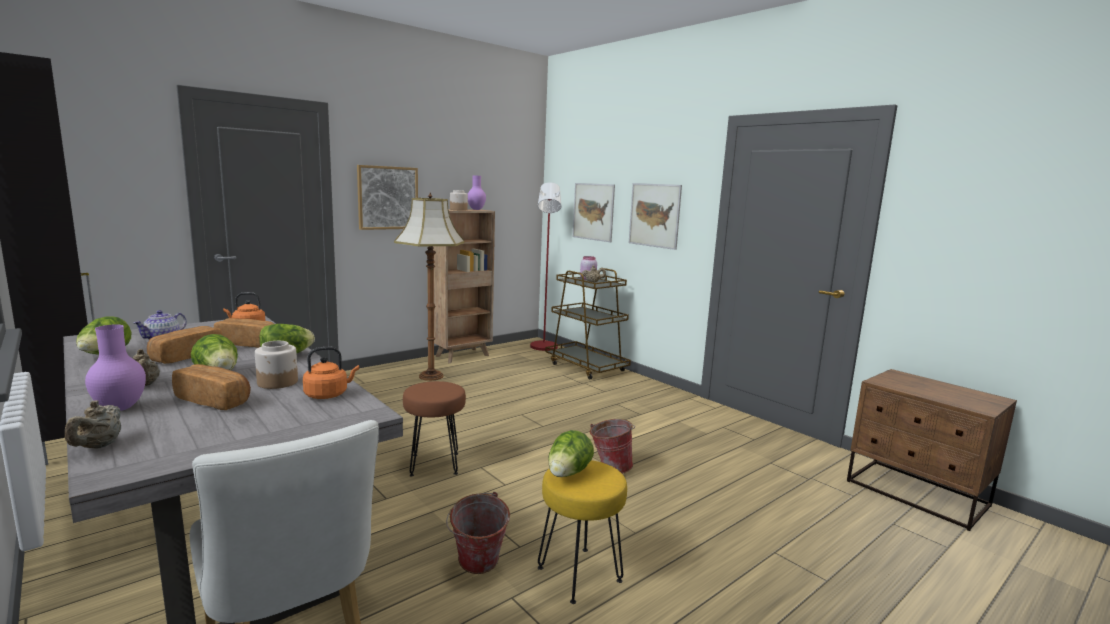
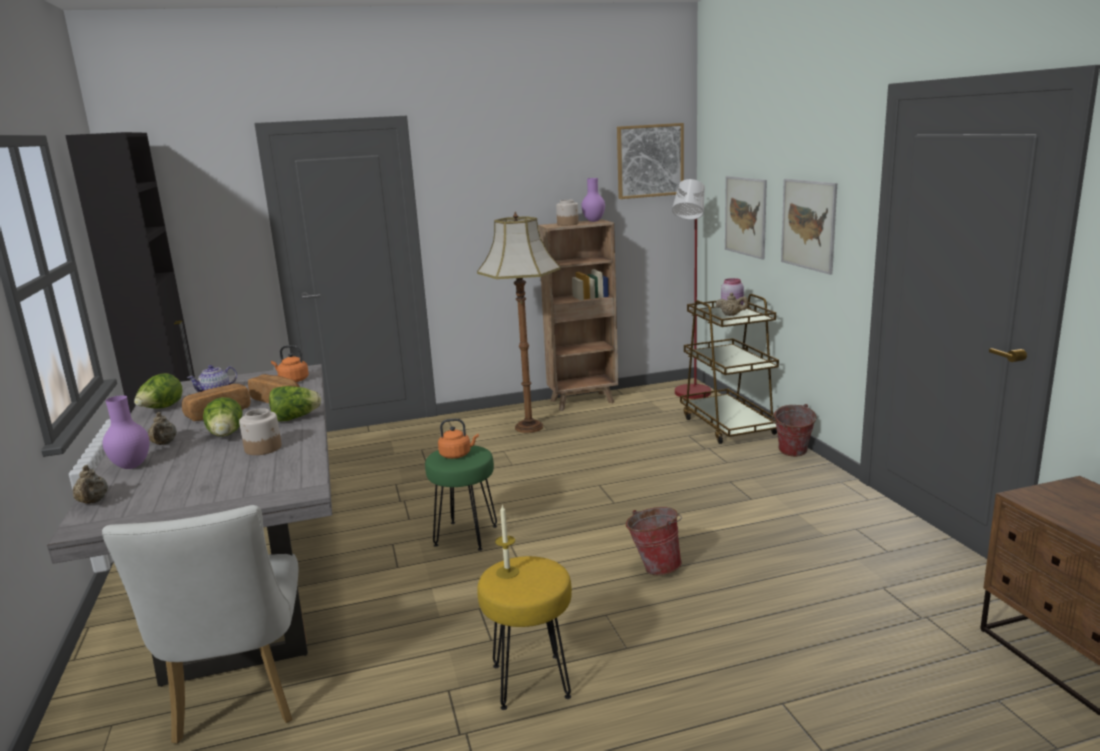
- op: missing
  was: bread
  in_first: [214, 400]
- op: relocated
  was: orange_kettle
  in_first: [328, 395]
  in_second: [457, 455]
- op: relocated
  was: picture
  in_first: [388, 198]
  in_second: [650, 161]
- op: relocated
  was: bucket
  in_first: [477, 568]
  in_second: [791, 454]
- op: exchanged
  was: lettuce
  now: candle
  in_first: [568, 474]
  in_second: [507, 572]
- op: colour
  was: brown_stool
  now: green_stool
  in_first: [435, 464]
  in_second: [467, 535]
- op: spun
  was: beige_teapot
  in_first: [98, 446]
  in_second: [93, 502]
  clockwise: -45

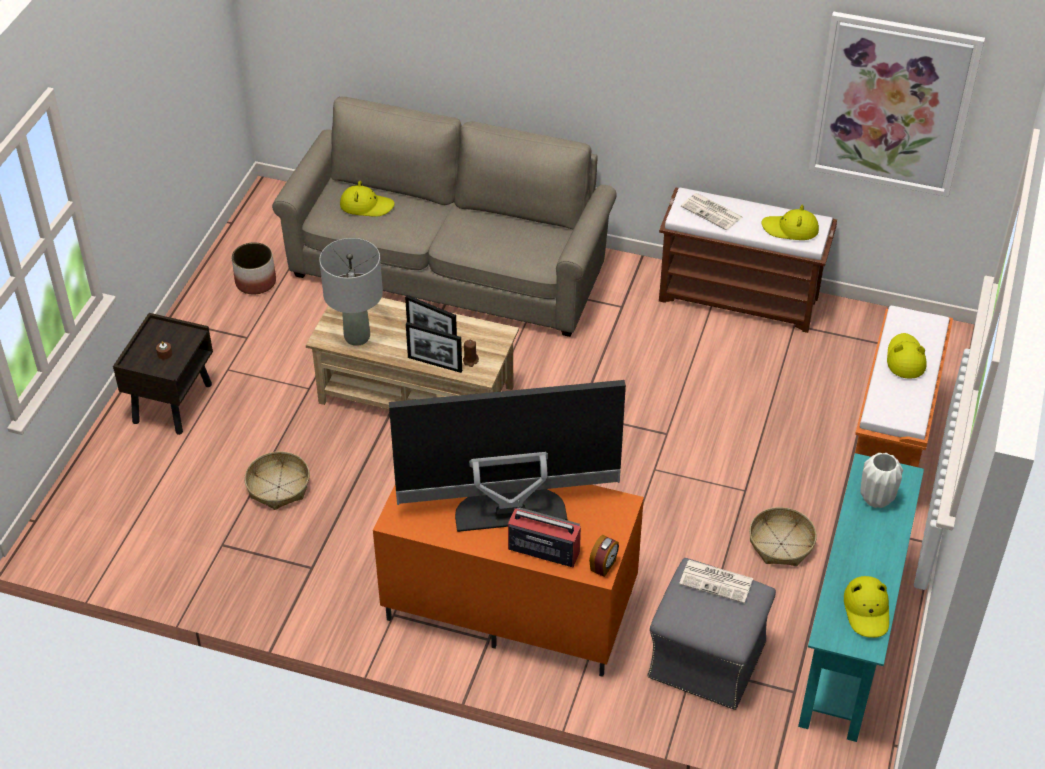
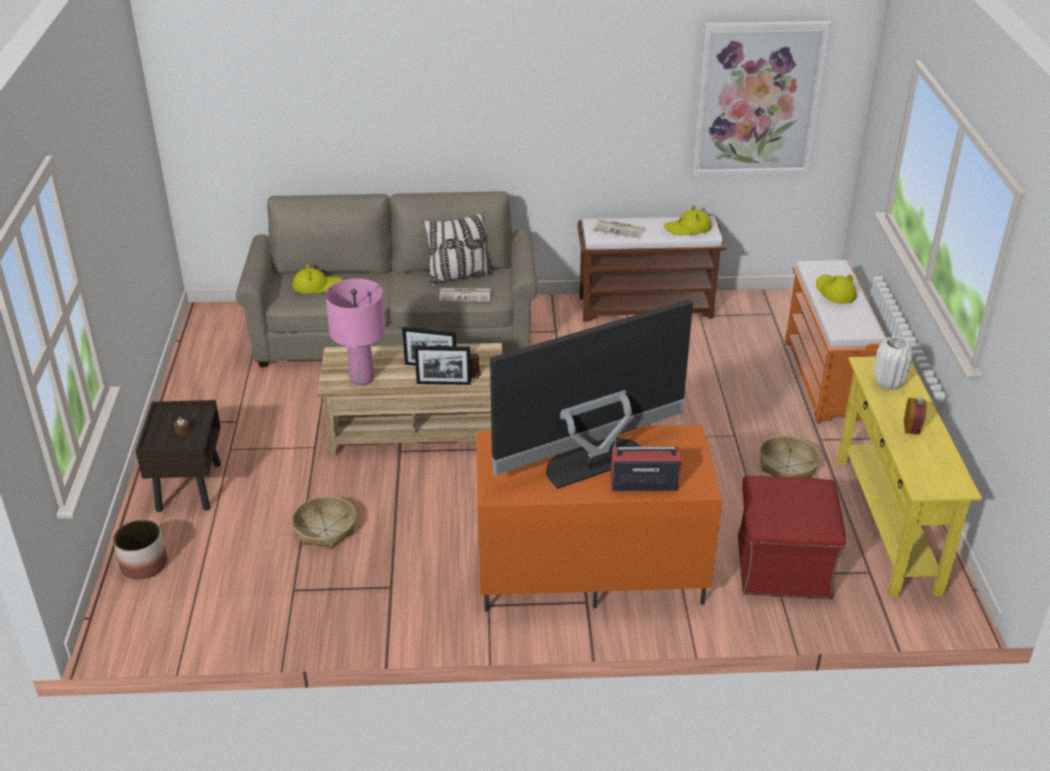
- op: missing
  was: yellow_hat
  in_first: [867, 610]
- op: appeared
  now: pillow
  in_second: [458, 276]
- op: relocated
  was: planter
  in_first: [255, 282]
  in_second: [144, 564]
- op: relocated
  was: alarm_clock
  in_first: [603, 565]
  in_second: [912, 427]
- op: relocated
  was: newspaper
  in_first: [717, 581]
  in_second: [465, 295]
- op: colour
  was: grey_table_lamp
  now: pink_table_lamp
  in_first: [357, 336]
  in_second: [362, 378]
- op: colour
  was: grey_ottoman
  now: red_ottoman
  in_first: [705, 659]
  in_second: [782, 567]
- op: colour
  was: turquoise_console_table
  now: yellow_console_table
  in_first: [849, 642]
  in_second: [887, 523]

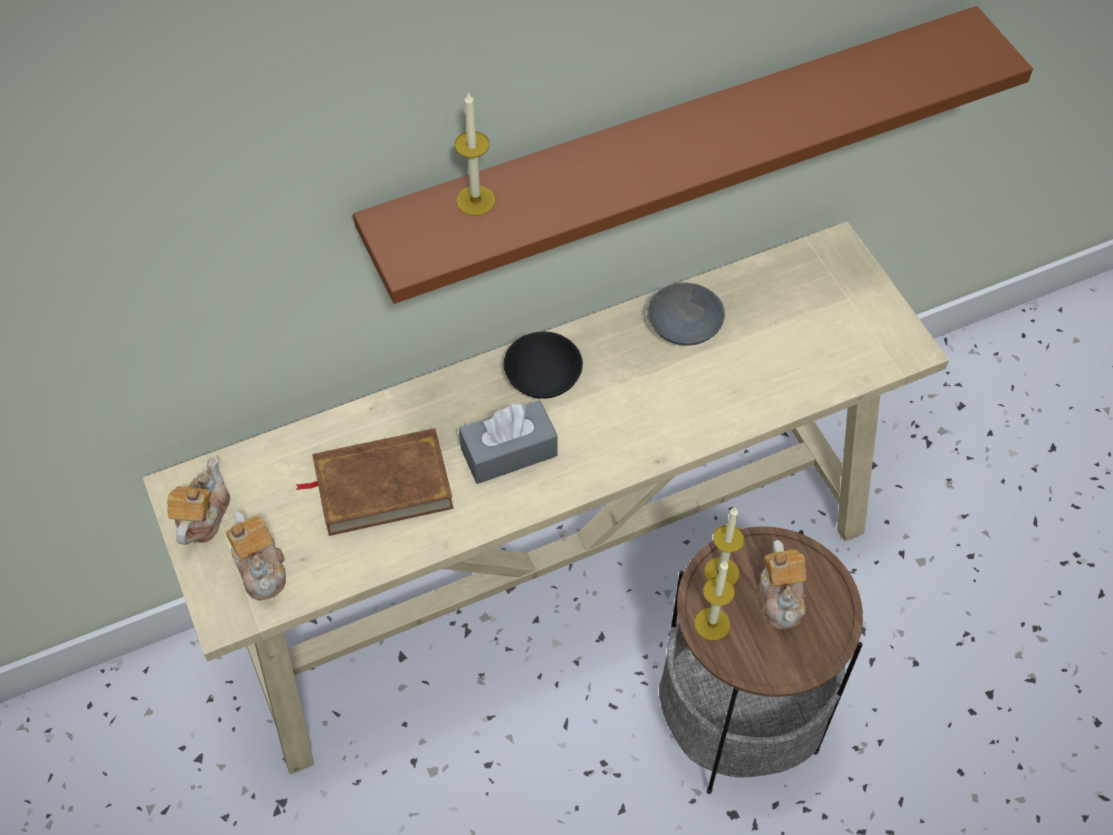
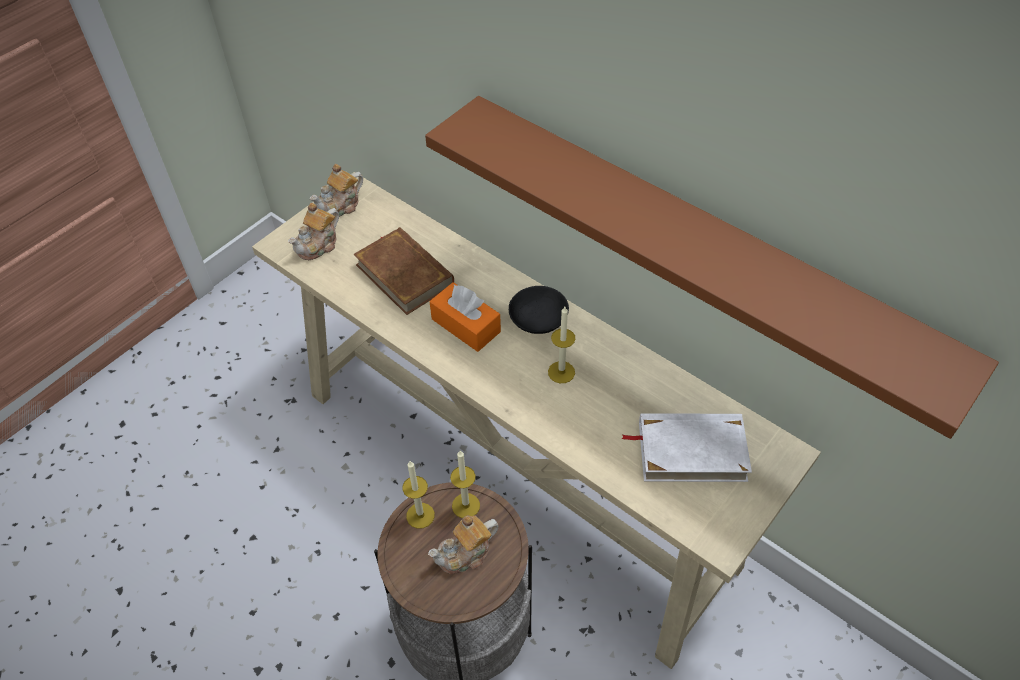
- op: missing
  was: grey_bowl
  in_first: [685, 324]
- op: appeared
  now: white_book
  in_second: [691, 450]
- op: relocated
  was: candle
  in_first: [475, 200]
  in_second: [561, 372]
- op: colour
  was: grey_tissue_box
  now: orange_tissue_box
  in_first: [509, 452]
  in_second: [466, 325]
- op: spun
  was: teapot
  in_first: [202, 516]
  in_second: [341, 206]
  clockwise: 150

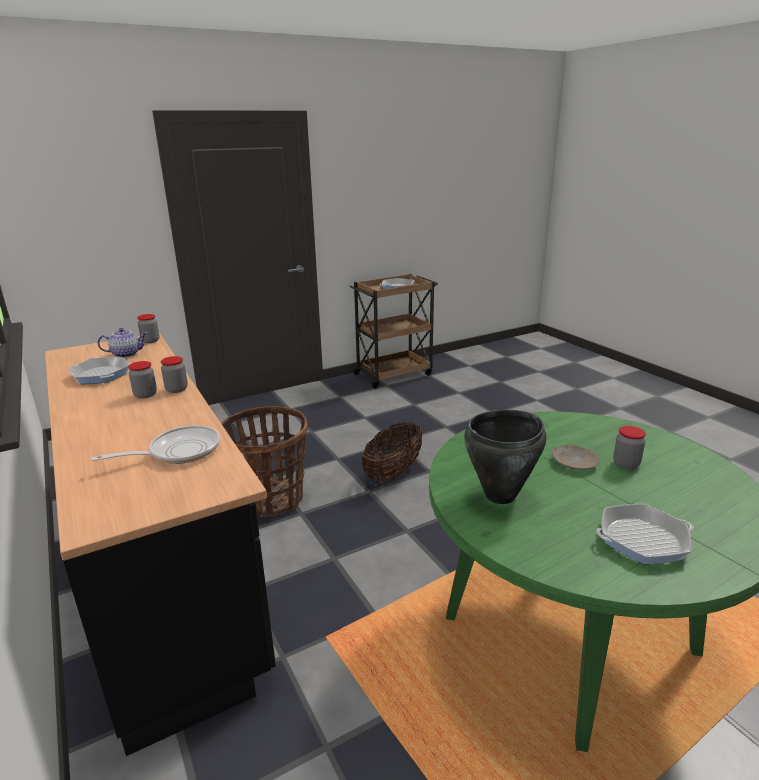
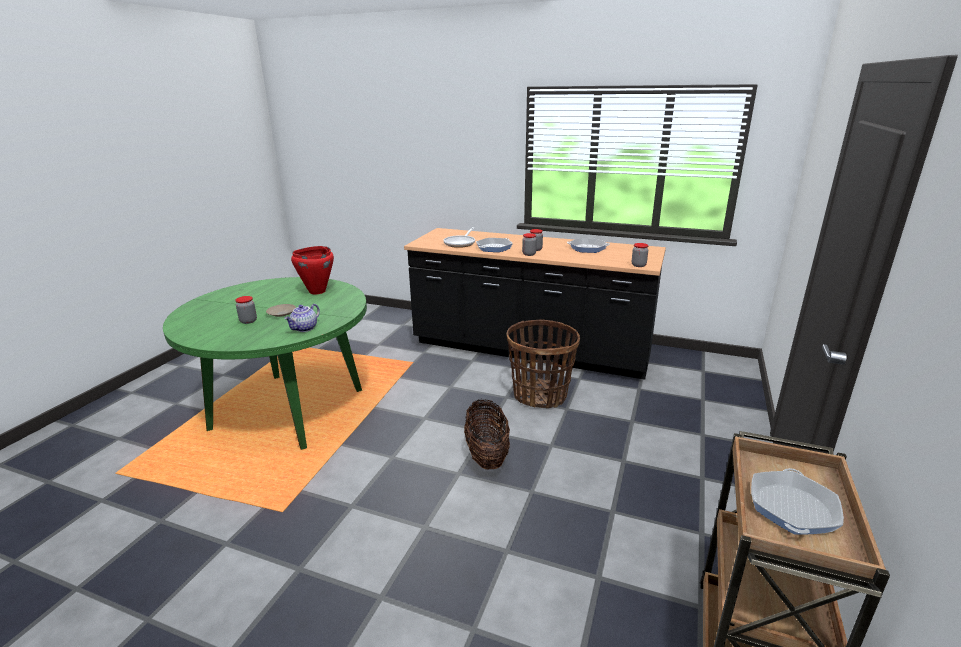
- op: relocated
  was: teapot
  in_first: [126, 354]
  in_second: [305, 328]
- op: relocated
  was: frying_pan
  in_first: [642, 540]
  in_second: [494, 248]
- op: colour
  was: black_cooking_pot
  now: red_cooking_pot
  in_first: [501, 495]
  in_second: [317, 291]

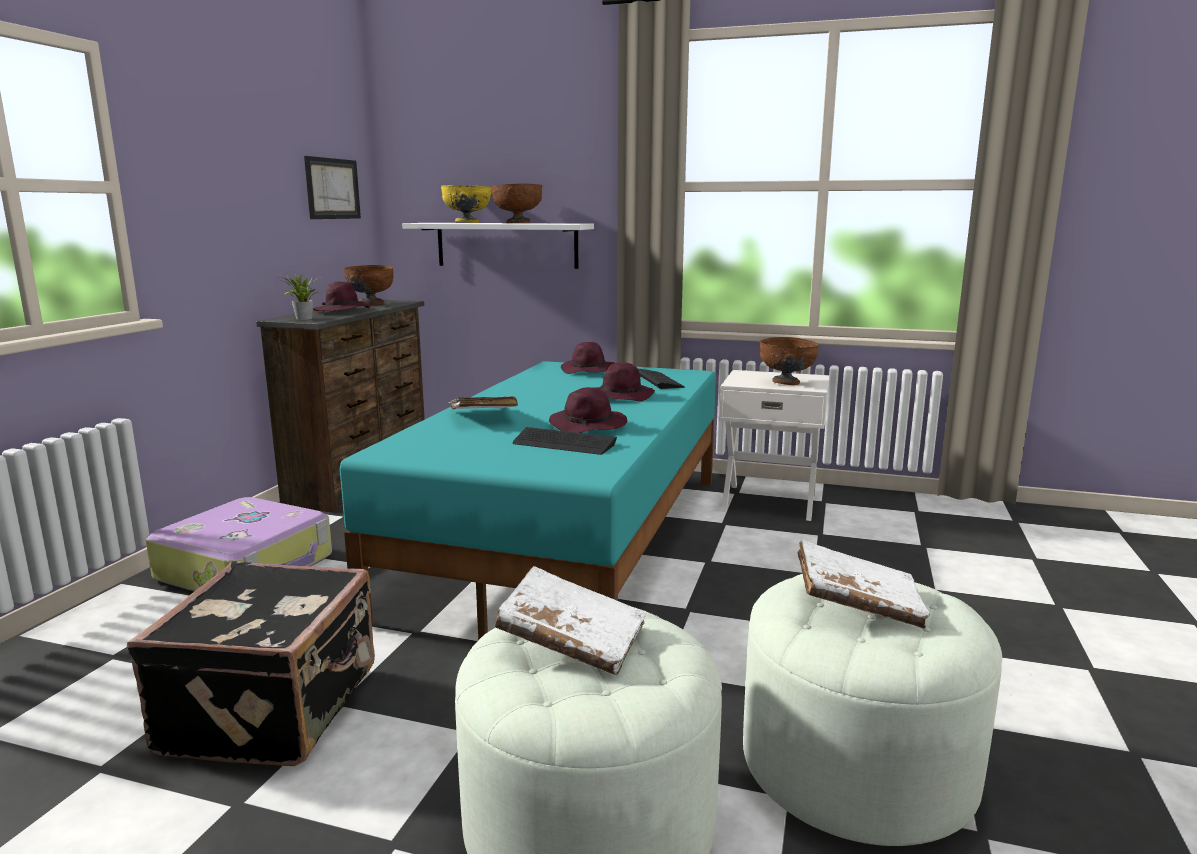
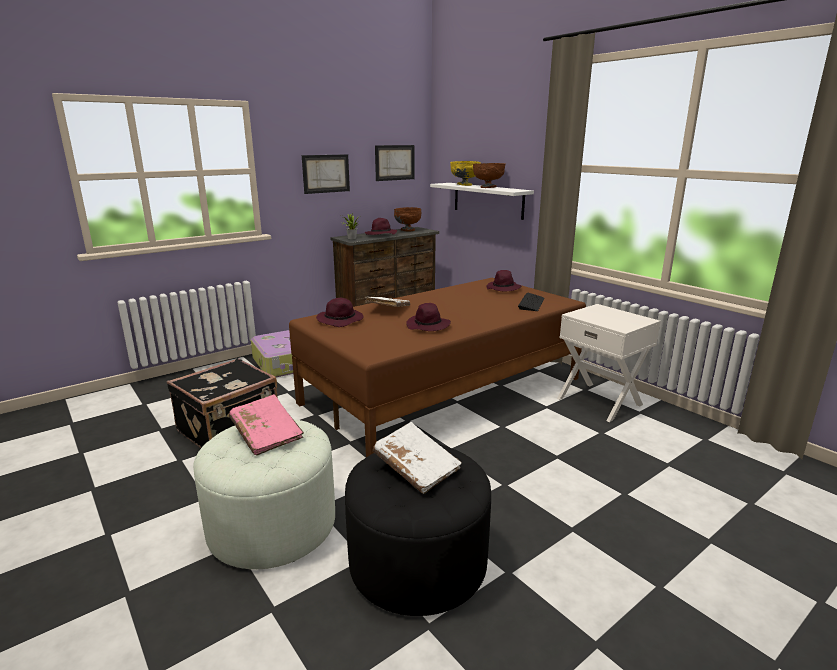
- op: missing
  was: keyboard
  in_first: [564, 443]
- op: missing
  was: brown_bowl
  in_first: [786, 383]
- op: appeared
  now: picture
  in_second: [326, 173]
- op: relocated
  was: purple_hat
  in_first: [622, 395]
  in_second: [341, 320]
- op: colour
  was: turquoise_bed
  now: brown_bed
  in_first: [572, 539]
  in_second: [445, 390]
- op: colour
  was: white_book
  now: pink_book
  in_first: [572, 640]
  in_second: [267, 434]
- op: colour
  was: white_ottoman
  now: black_ottoman
  in_first: [857, 765]
  in_second: [418, 562]

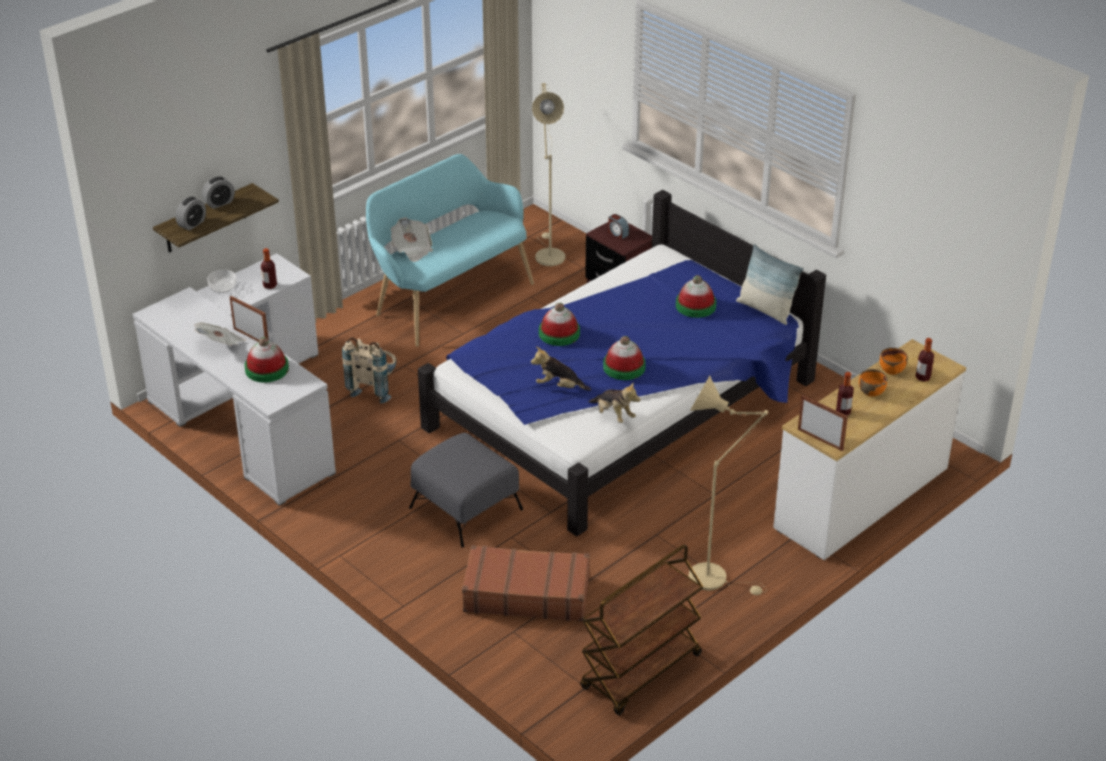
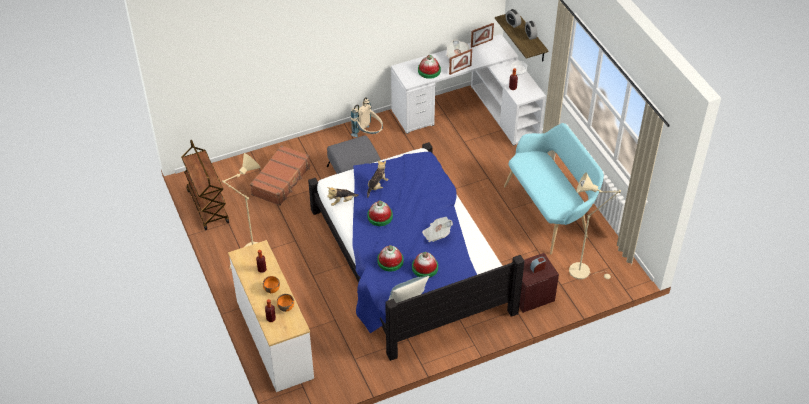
- op: relocated
  was: beige_backpack
  in_first: [374, 388]
  in_second: [368, 134]
- op: relocated
  was: newspaper
  in_first: [412, 249]
  in_second: [436, 234]
- op: relocated
  was: hat
  in_first: [559, 333]
  in_second: [390, 261]
- op: relocated
  was: picture_frame
  in_first: [820, 439]
  in_second: [481, 43]

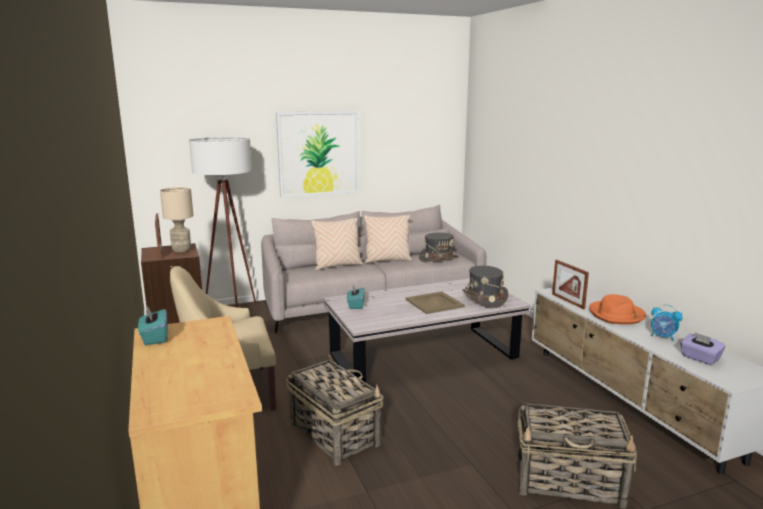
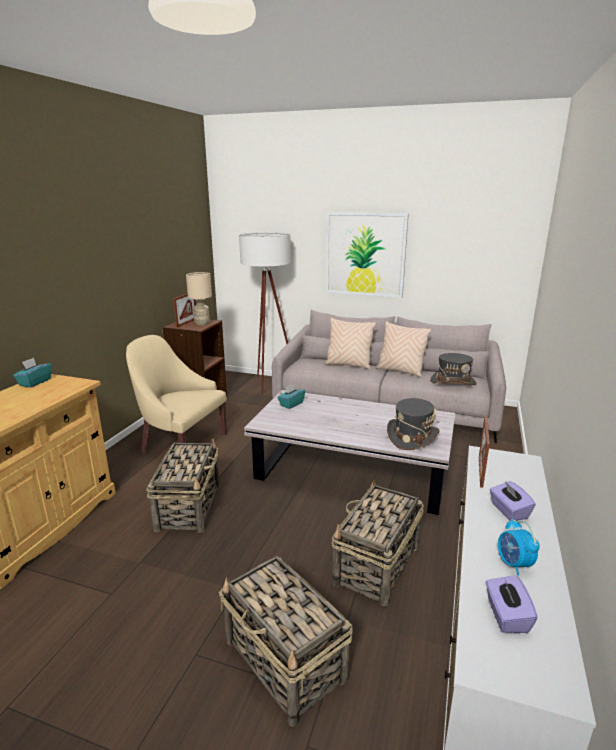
- op: missing
  was: beige_tray
  in_first: [434, 303]
- op: appeared
  now: basket
  in_second: [376, 566]
- op: exchanged
  was: orange_hat
  now: purple_tissue_box
  in_first: [617, 315]
  in_second: [508, 511]

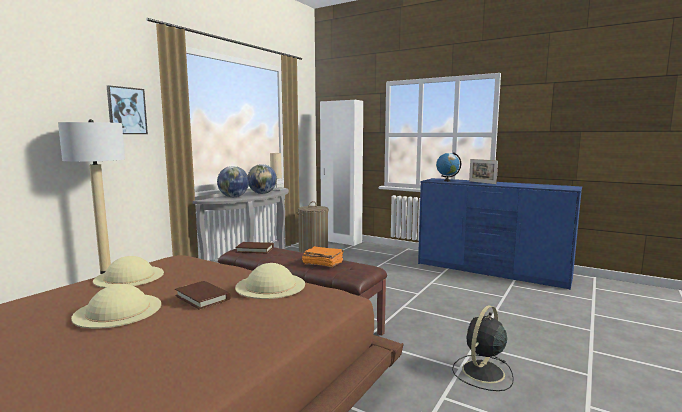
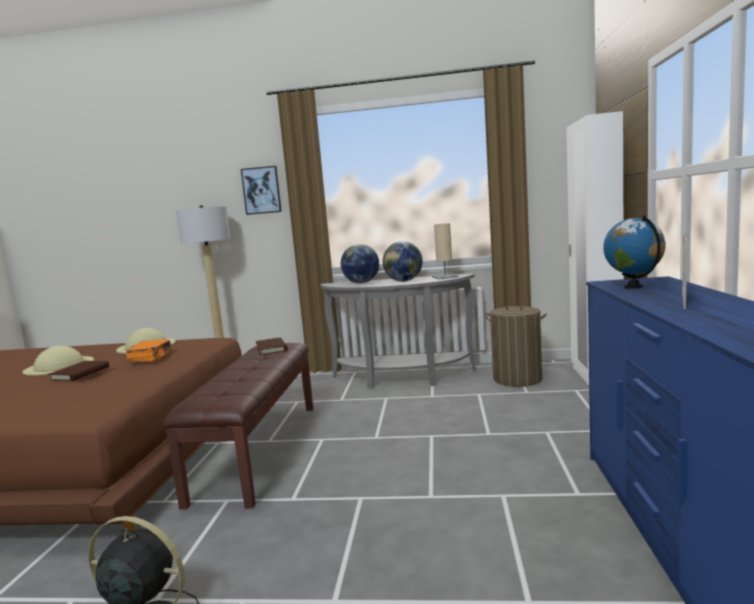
- op: missing
  was: beige_hat
  in_first: [270, 285]
- op: relocated
  was: orange_book
  in_first: [322, 263]
  in_second: [151, 358]

